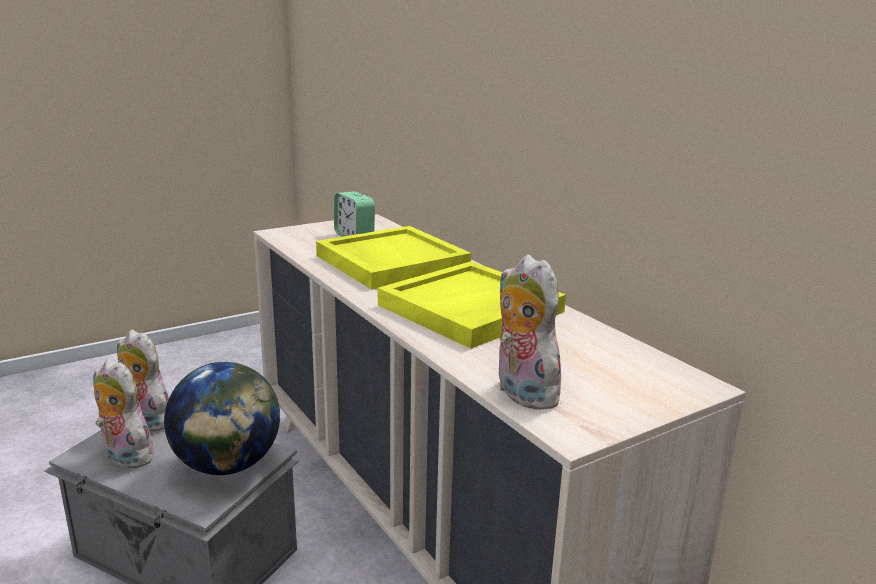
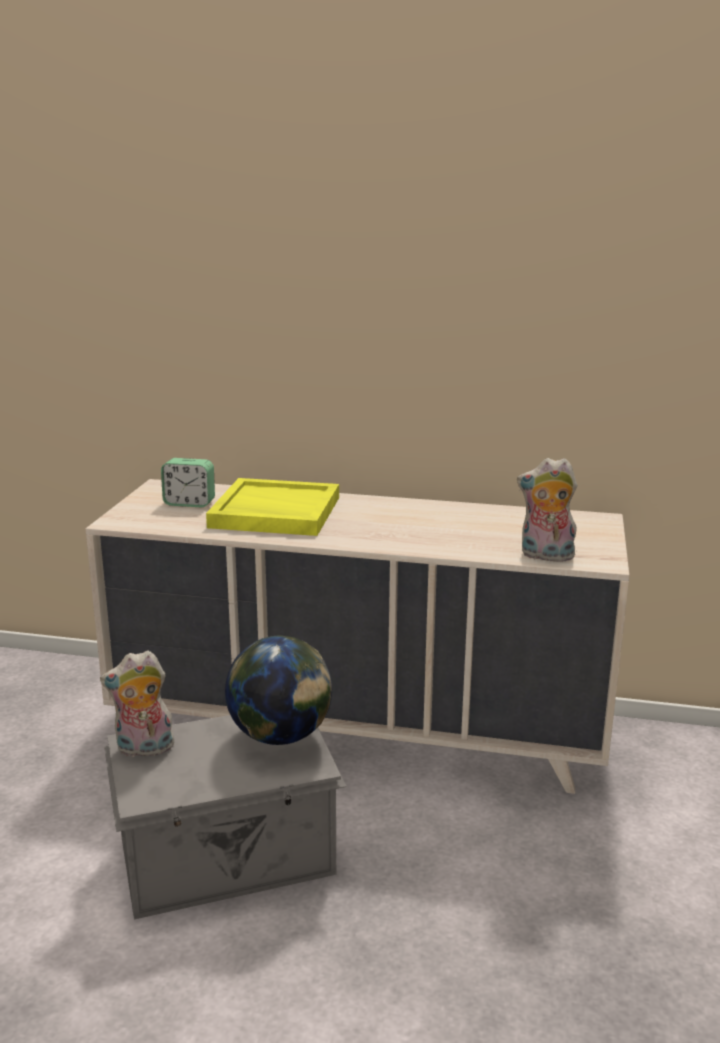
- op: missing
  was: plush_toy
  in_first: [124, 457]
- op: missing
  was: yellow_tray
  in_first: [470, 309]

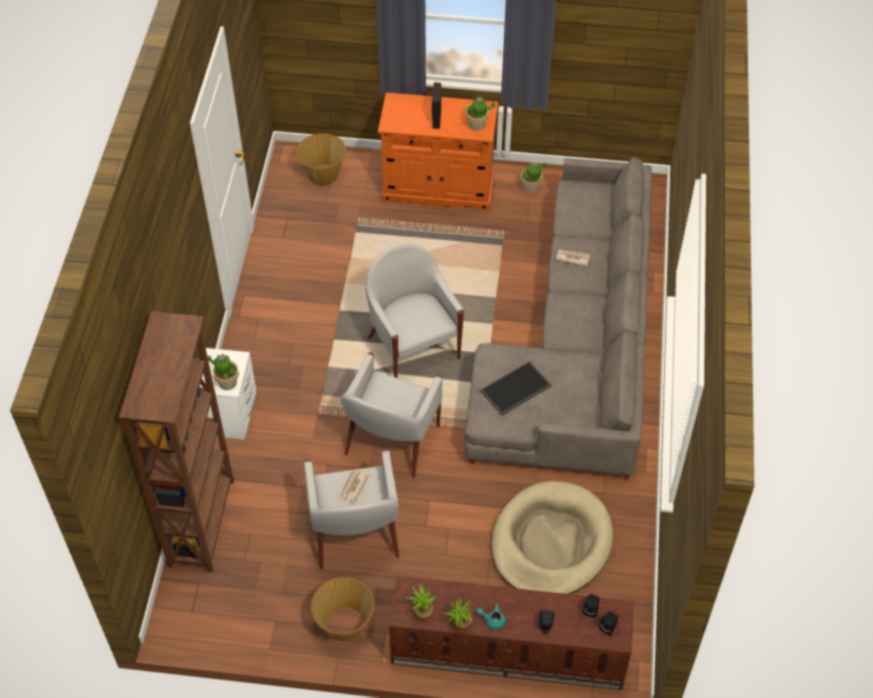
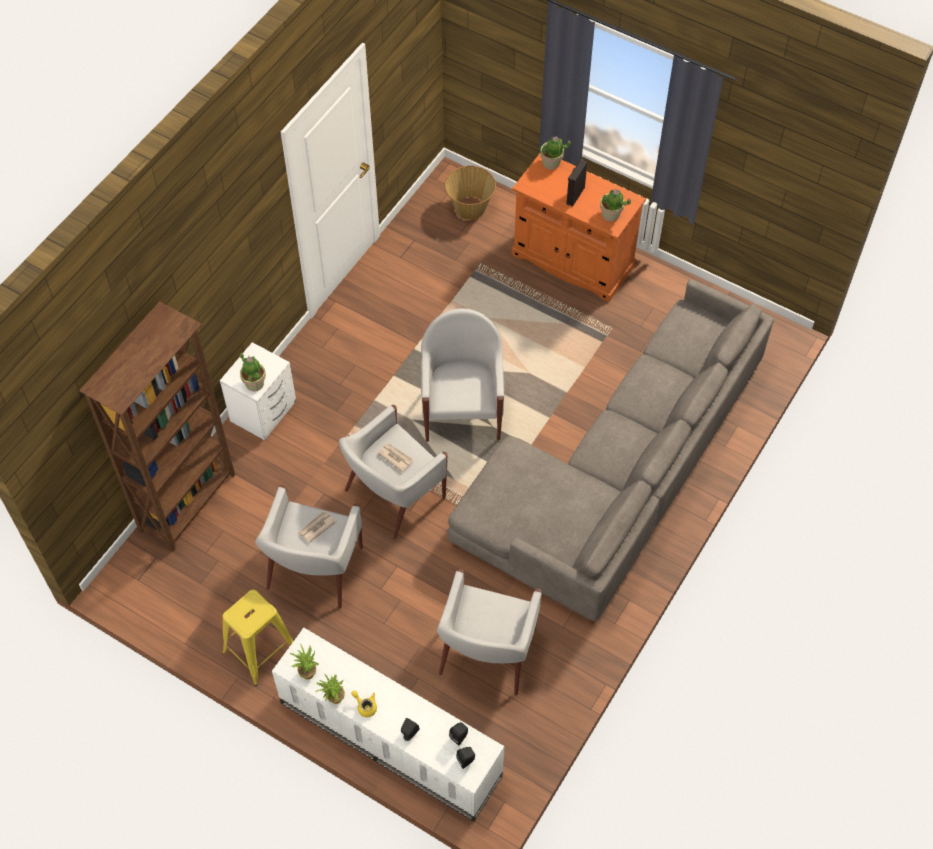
- op: missing
  was: tray
  in_first: [515, 389]
- op: relocated
  was: potted_plant
  in_first: [530, 187]
  in_second: [551, 163]
- op: relocated
  was: newspaper
  in_first: [572, 258]
  in_second: [395, 457]
- op: exchanged
  was: basket
  now: yellow_stool
  in_first: [344, 625]
  in_second: [260, 650]
- op: exchanged
  was: beige_dog_bed
  now: white_armchair
  in_first: [551, 543]
  in_second: [486, 654]
- op: colour
  was: brown_tv_stand
  now: white_tv_stand
  in_first: [506, 653]
  in_second: [388, 739]
- op: colour
  was: turquoise_teapot
  now: yellow_teapot
  in_first: [492, 619]
  in_second: [365, 706]

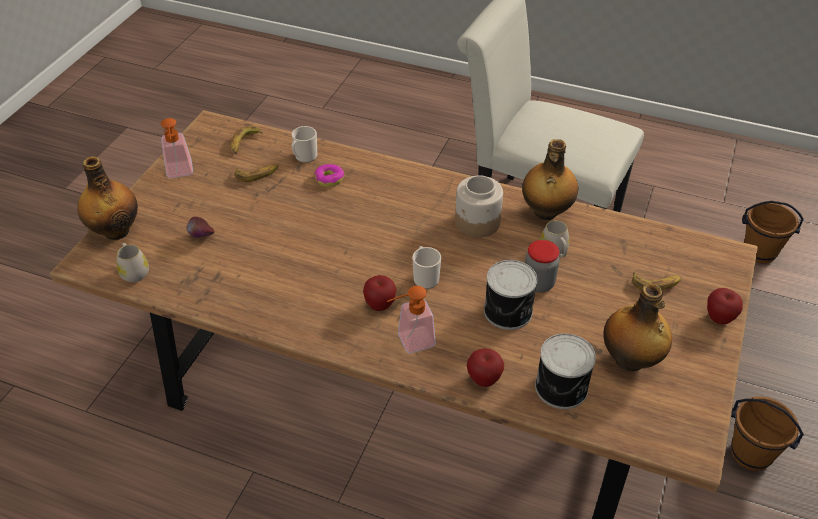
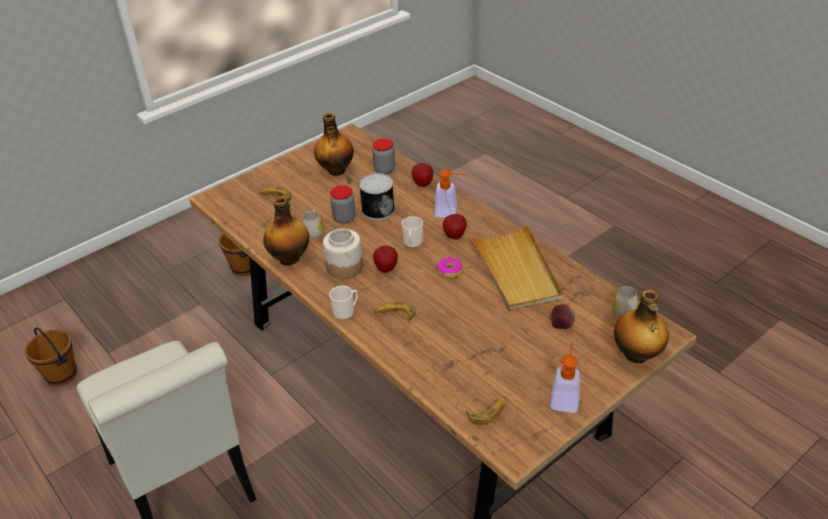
- op: appeared
  now: beige_tray
  in_second: [516, 270]
- op: relocated
  was: banana
  in_first: [257, 174]
  in_second: [395, 314]
- op: relocated
  was: mug
  in_first: [304, 157]
  in_second: [346, 312]
- op: relocated
  was: donut
  in_first: [329, 179]
  in_second: [449, 270]
- op: relocated
  was: apple
  in_first: [719, 318]
  in_second: [386, 269]
- op: exchanged
  was: can
  now: jar
  in_first: [562, 388]
  in_second: [384, 170]

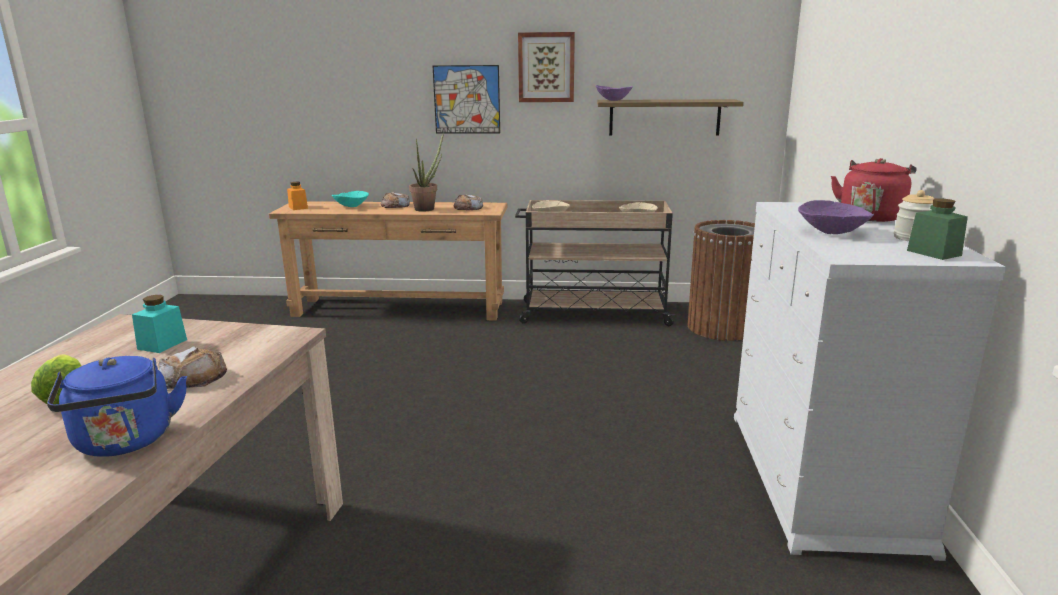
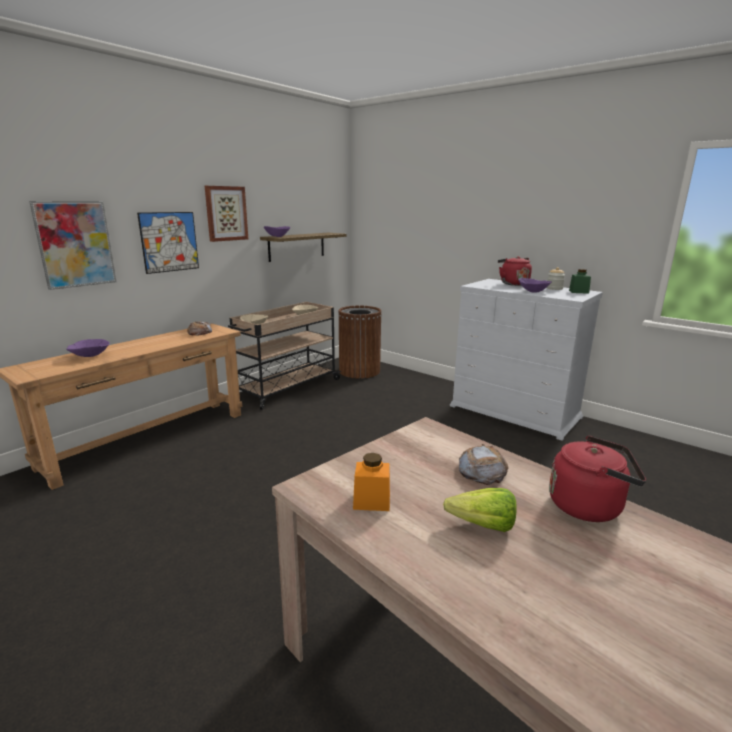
- op: missing
  was: turquoise_jar
  in_first: [162, 344]
- op: missing
  was: bread
  in_first: [395, 205]
- op: missing
  was: potted_plant
  in_first: [427, 208]
- op: appeared
  now: picture
  in_second: [75, 244]
- op: relocated
  was: orange_jar
  in_first: [298, 207]
  in_second: [371, 501]
- op: colour
  was: blue_kettle
  now: red_kettle
  in_first: [125, 442]
  in_second: [589, 506]
- op: colour
  was: turquoise_bowl
  now: purple_bowl
  in_first: [351, 206]
  in_second: [90, 356]

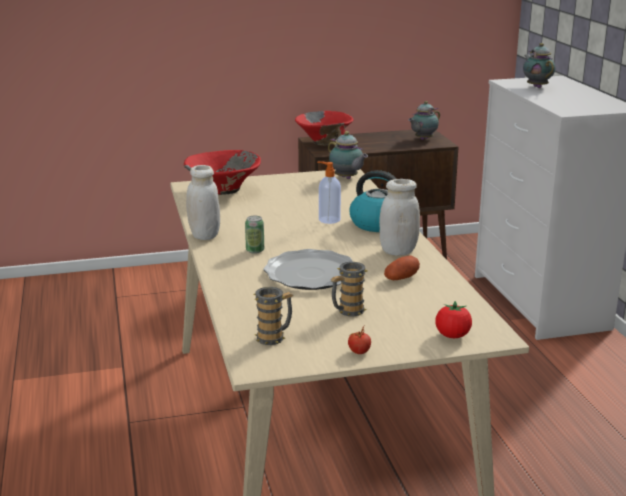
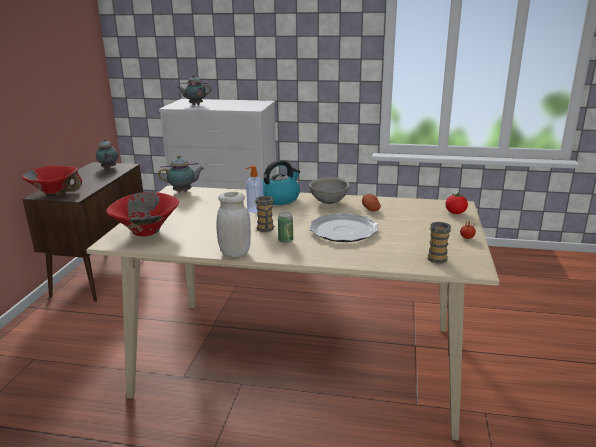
- op: relocated
  was: mug
  in_first: [347, 312]
  in_second: [265, 230]
- op: exchanged
  was: white_jar
  now: grey_bowl
  in_first: [398, 251]
  in_second: [329, 202]

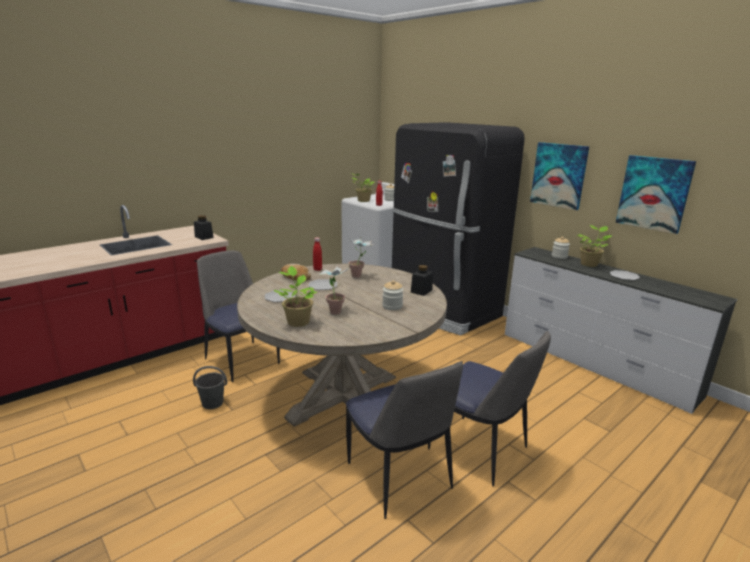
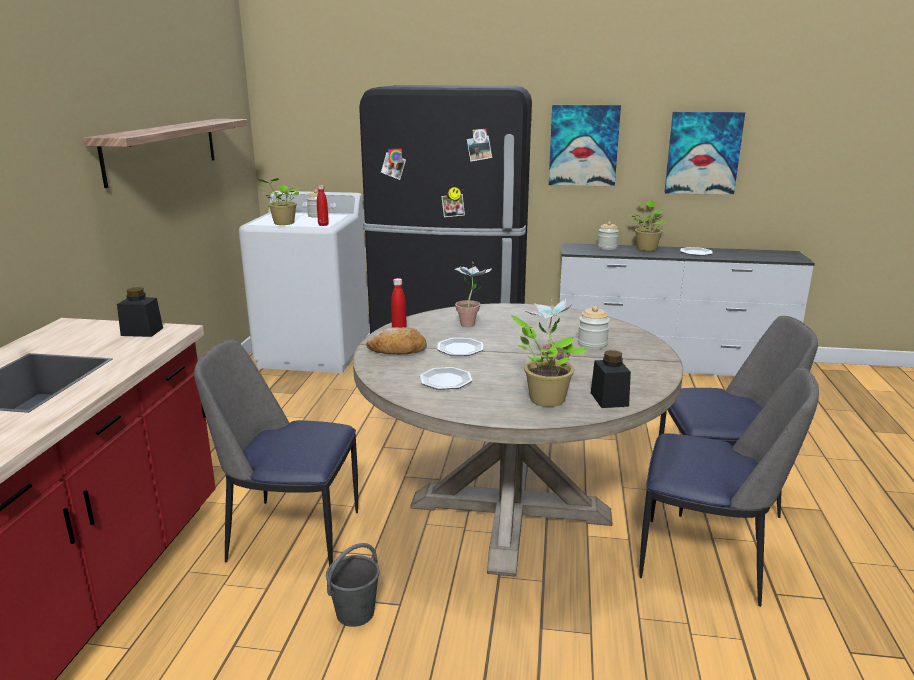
- op: appeared
  now: shelf
  in_second: [162, 149]
- op: relocated
  was: black_jar
  in_first: [421, 291]
  in_second: [609, 399]

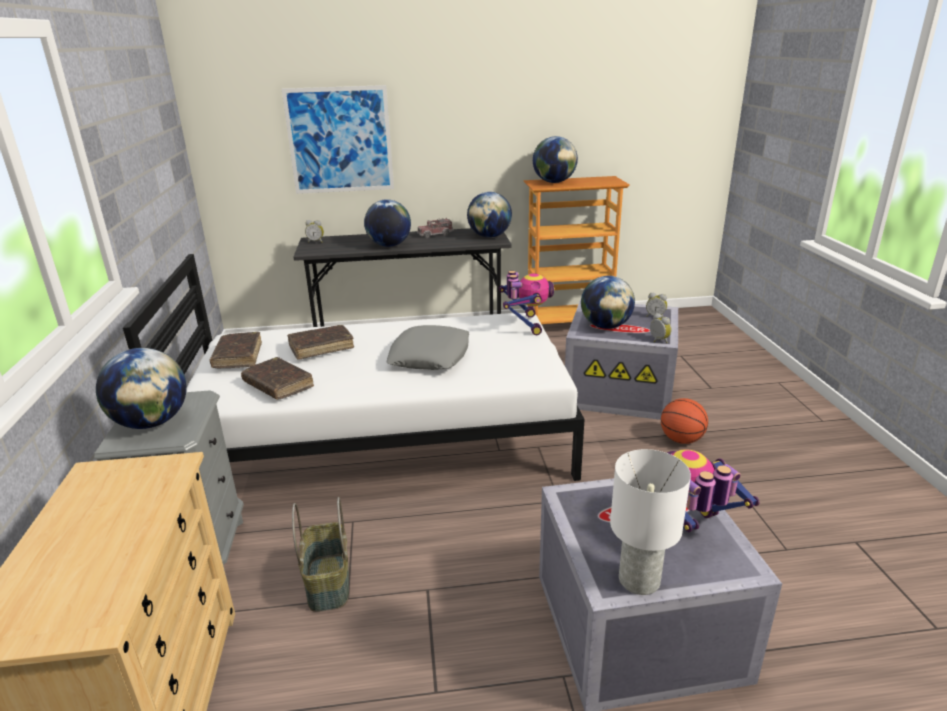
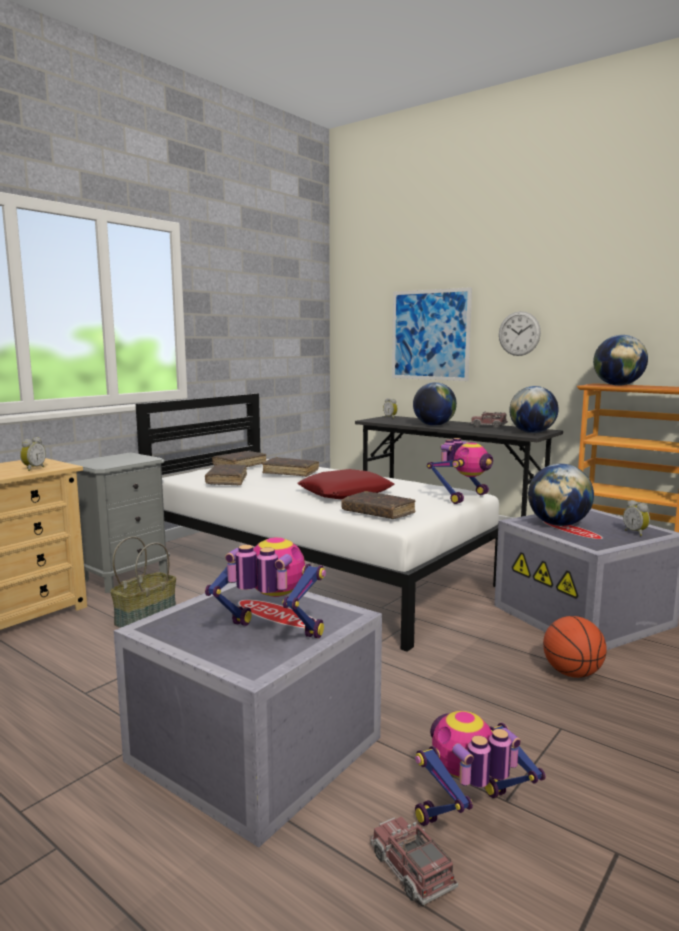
- op: missing
  was: globe
  in_first: [152, 422]
- op: missing
  was: white_table_lamp
  in_first: [640, 580]
- op: appeared
  now: brown_book
  in_second: [378, 513]
- op: appeared
  now: toy_truck
  in_second: [411, 870]
- op: appeared
  now: toy_robot
  in_second: [469, 817]
- op: appeared
  now: wall_clock
  in_second: [519, 333]
- op: relocated
  was: alarm_clock
  in_first: [658, 341]
  in_second: [33, 469]
- op: colour
  was: grey_pillow
  now: red_pillow
  in_first: [430, 355]
  in_second: [346, 493]

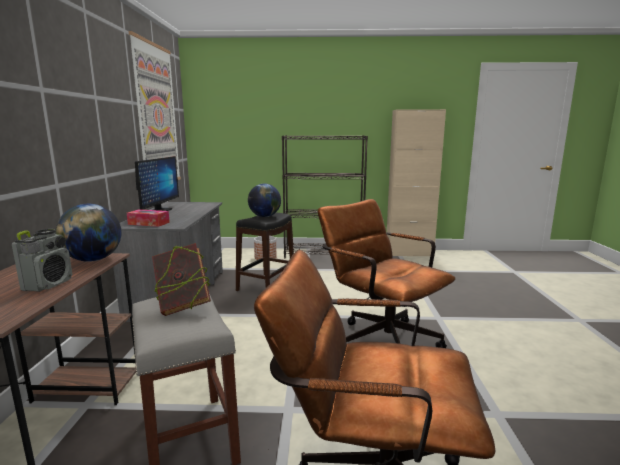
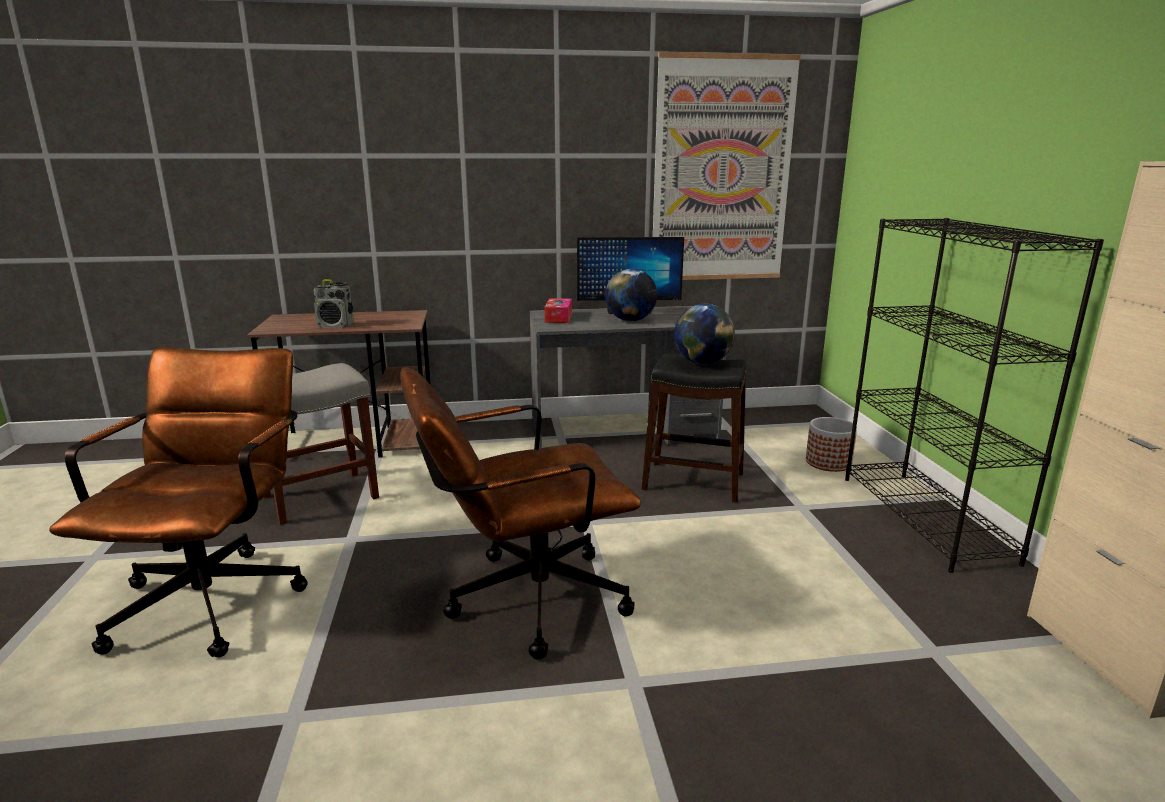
- op: missing
  was: book
  in_first: [183, 306]
- op: relocated
  was: globe
  in_first: [93, 260]
  in_second: [630, 320]
- op: spun
  was: brown_office_chair
  in_first: [380, 339]
  in_second: [522, 601]
  clockwise: -150

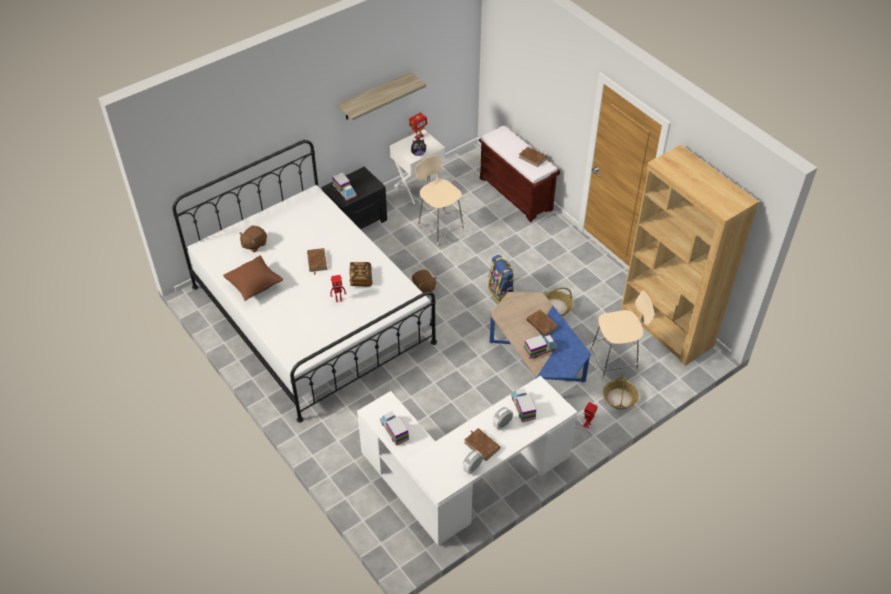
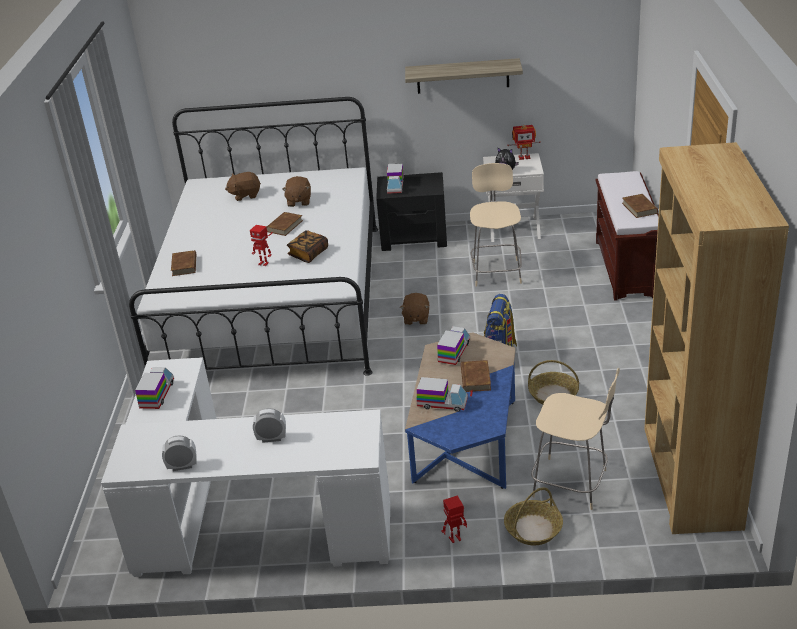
- op: missing
  was: brown_pillow
  in_first: [254, 285]
- op: appeared
  now: brown_plush_toy
  in_second: [298, 201]
- op: relocated
  was: brown_book
  in_first: [482, 445]
  in_second: [184, 265]
- op: relocated
  was: toy_truck
  in_first: [523, 408]
  in_second: [454, 352]

